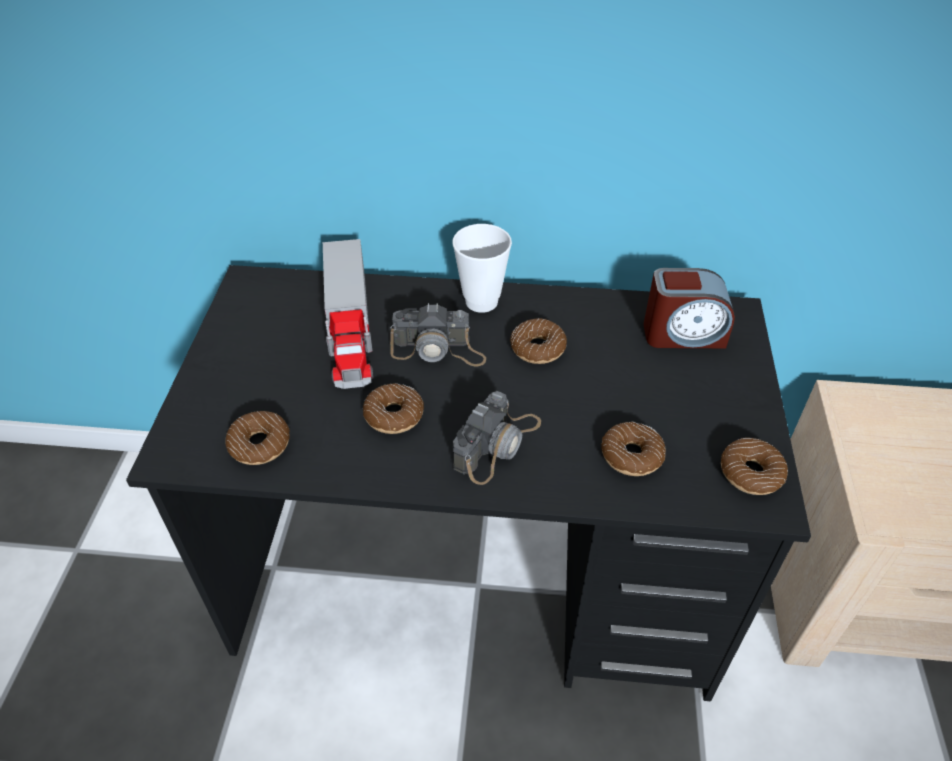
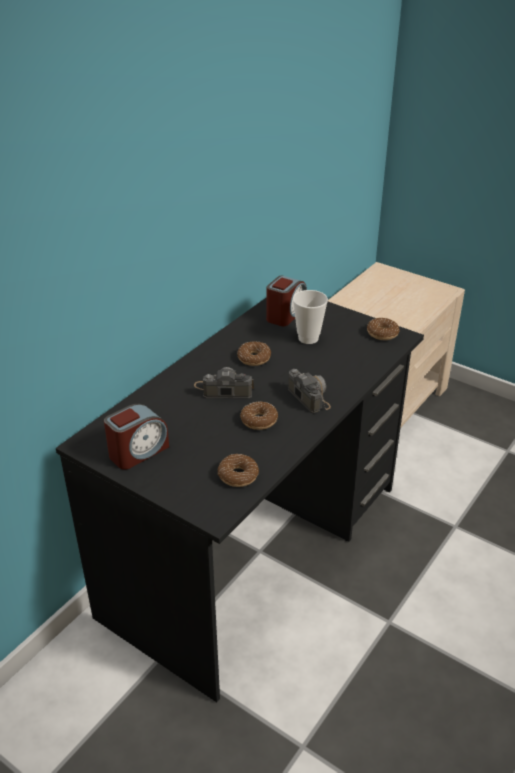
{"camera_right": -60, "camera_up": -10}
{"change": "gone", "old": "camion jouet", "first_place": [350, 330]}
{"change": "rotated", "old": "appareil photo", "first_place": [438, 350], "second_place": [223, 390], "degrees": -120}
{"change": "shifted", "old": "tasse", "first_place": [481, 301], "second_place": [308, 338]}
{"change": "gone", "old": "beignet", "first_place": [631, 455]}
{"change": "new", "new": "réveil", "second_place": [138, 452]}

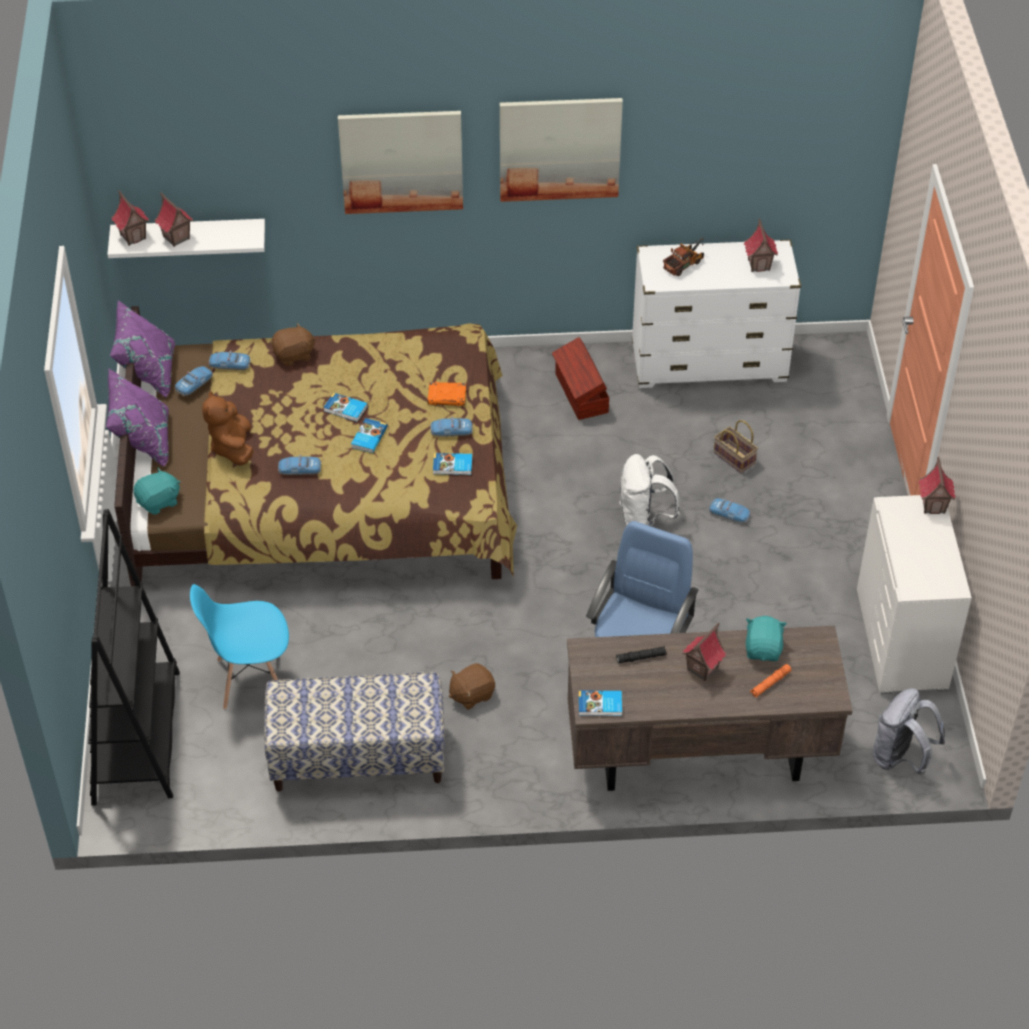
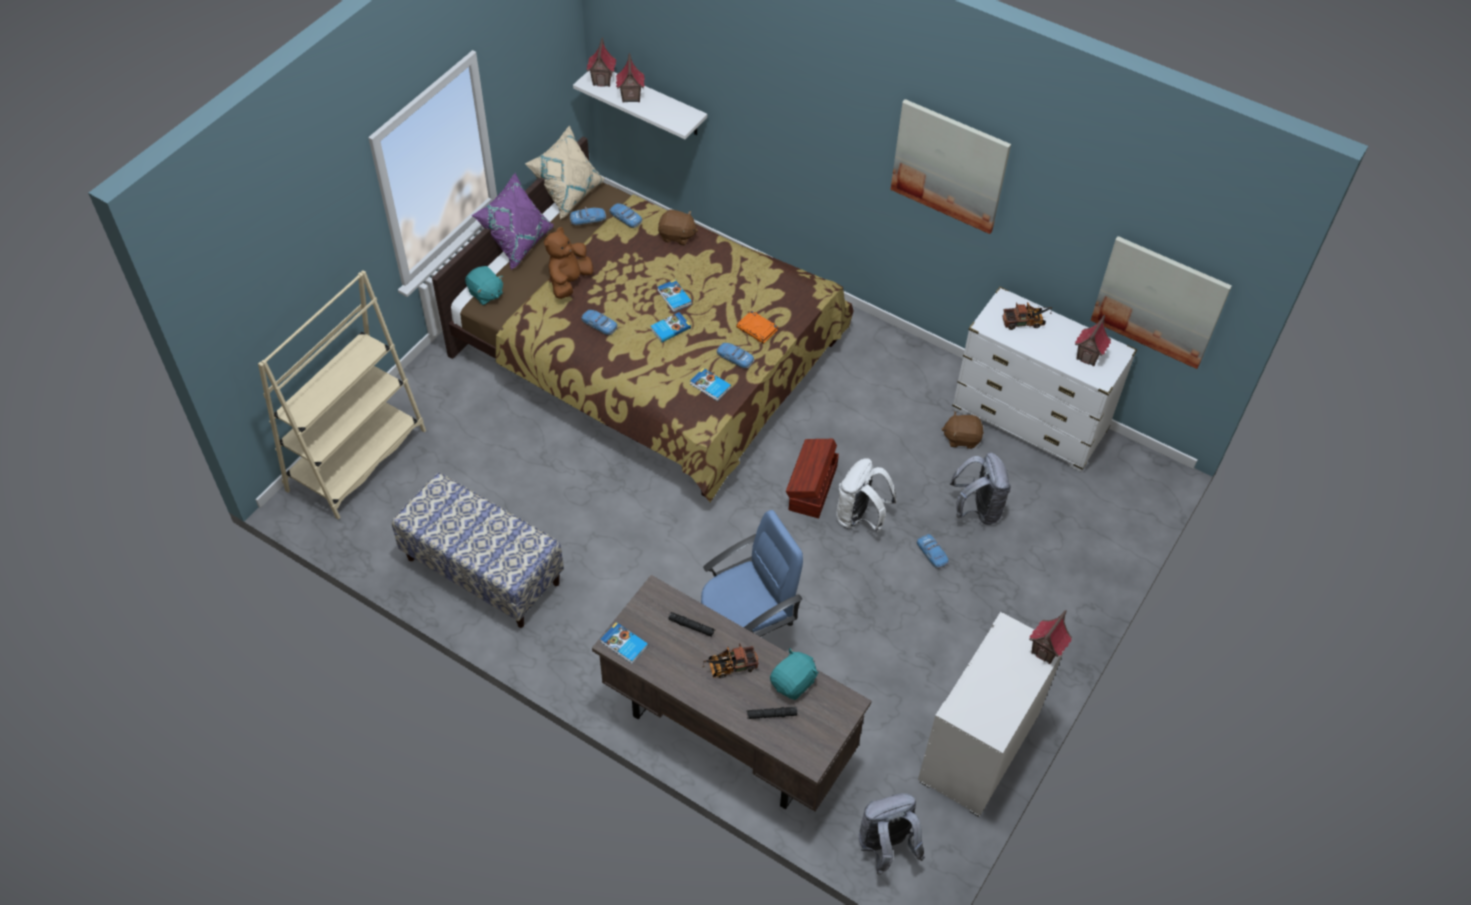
{"camera_right": 35, "camera_up": 5}
{"change": "repainted", "old": "bibliothèque/noir", "new": "bibliothèque/beige", "first_place": [137, 737], "second_place": [357, 460]}
{"change": "repainted", "old": "coussin/violet", "new": "coussin/beige", "first_place": [147, 371], "second_place": [568, 193]}
{"change": "rotated", "old": "peluche/turquoise", "first_place": [159, 502], "second_place": [485, 294], "degrees": 45}
{"change": "gone", "old": "chaise/bleu", "first_place": [250, 679]}
{"change": "shifted", "old": "tableau", "first_place": [401, 161], "second_place": [1159, 301]}
{"change": "shifted", "old": "peluche/marron", "first_place": [471, 694], "second_place": [961, 438]}
{"change": "shifted", "old": "boîte de rangement/marron", "first_place": [580, 394], "second_place": [811, 488]}
{"change": "swapped", "old": "maison miniature", "new": "camion jouet", "first_place": [702, 669], "second_place": [729, 667]}
{"change": "swapped", "old": "panier", "new": "sac à dos/gris", "first_place": [733, 458], "second_place": [977, 509]}
{"change": "repainted", "old": "lampe de poche/orange", "new": "lampe de poche/noir", "first_place": [770, 683], "second_place": [771, 715]}

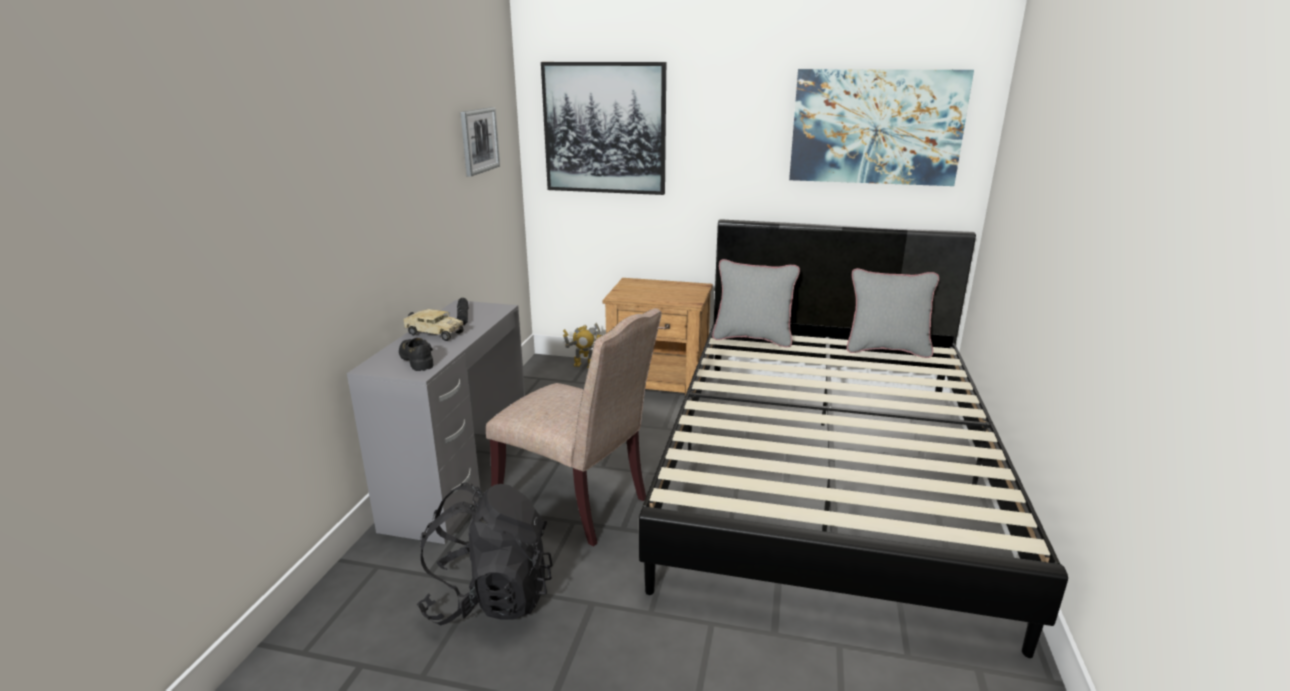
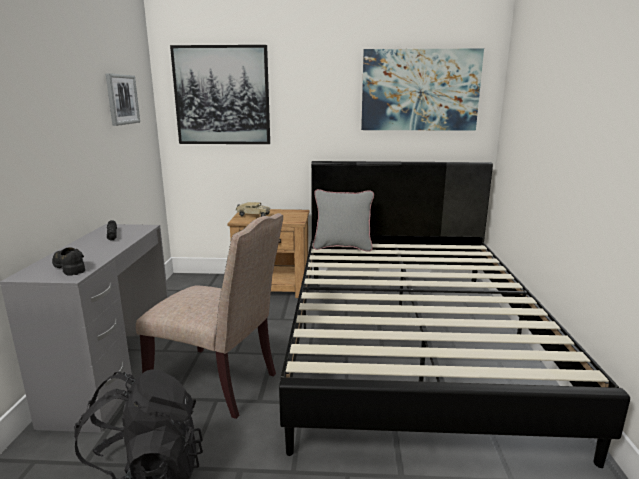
{"camera_right": -10, "camera_up": -5}
{"change": "shifted", "old": "camion jouet", "first_place": [433, 334], "second_place": [252, 215]}
{"change": "gone", "old": "robot jouet", "first_place": [584, 365]}
{"change": "gone", "old": "coussin/gris", "first_place": [886, 350]}

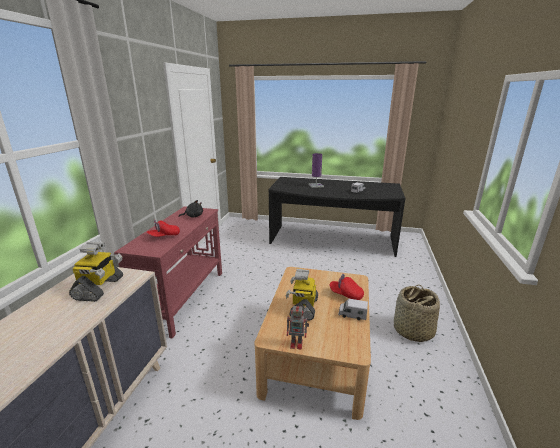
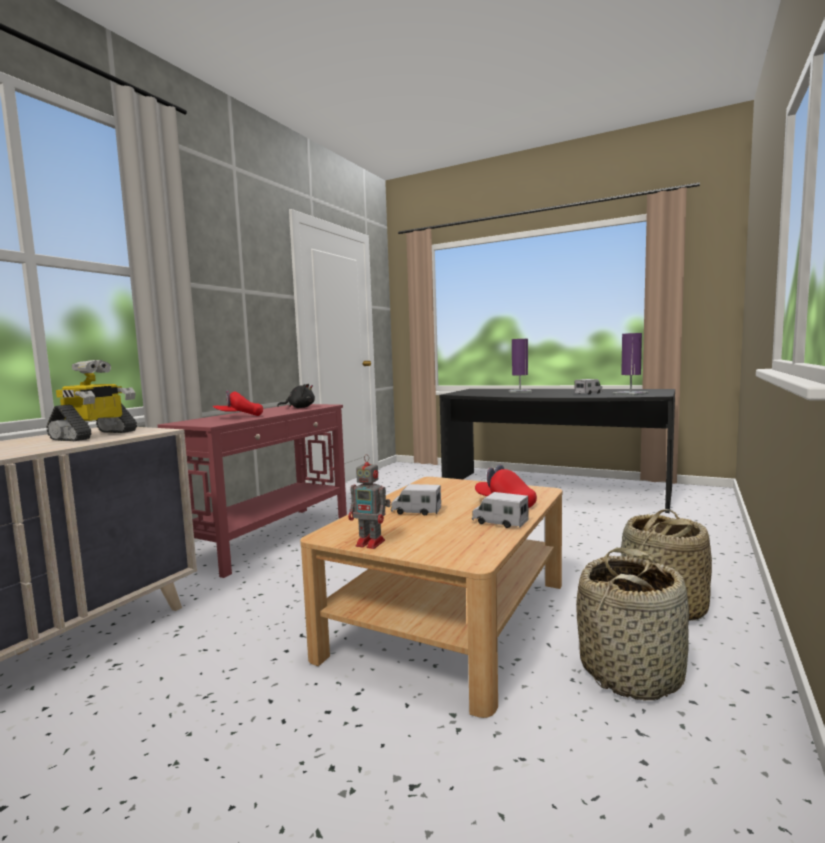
{"camera_right": 15, "camera_up": -15}
{"change": "swapped", "old": "robot jouet", "new": "camion jouet", "first_place": [303, 307], "second_place": [416, 511]}
{"change": "new", "new": "panier", "second_place": [631, 671]}
{"change": "new", "new": "lampe de table/violet", "second_place": [630, 394]}

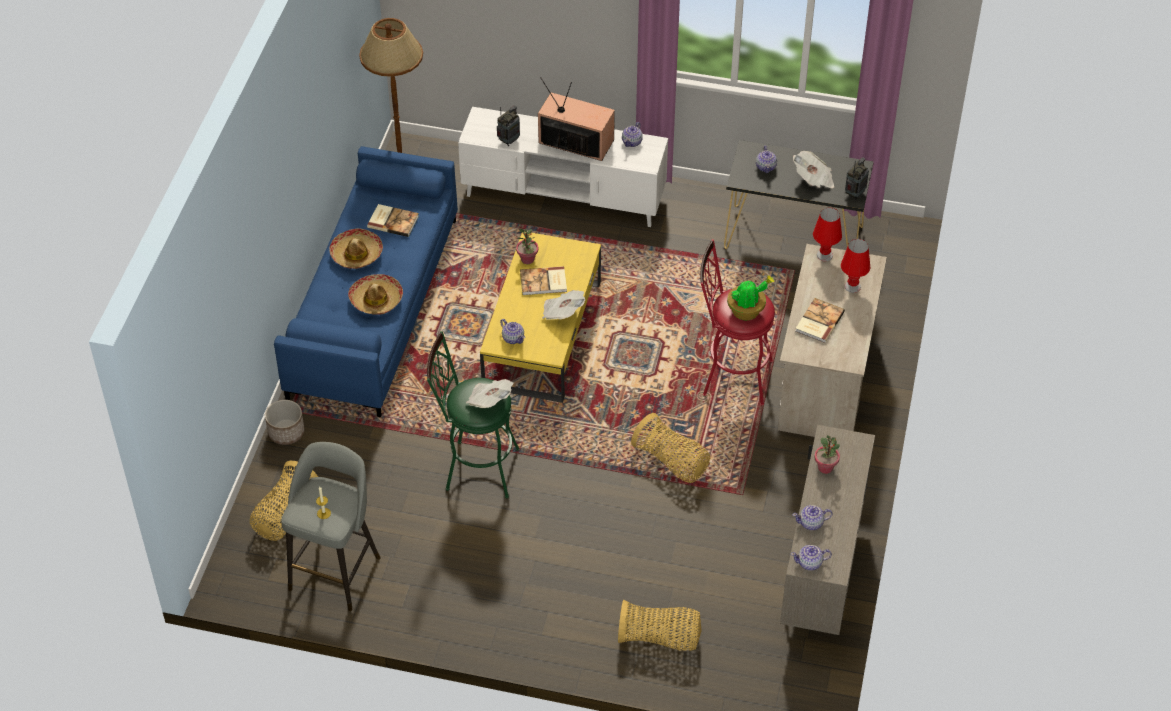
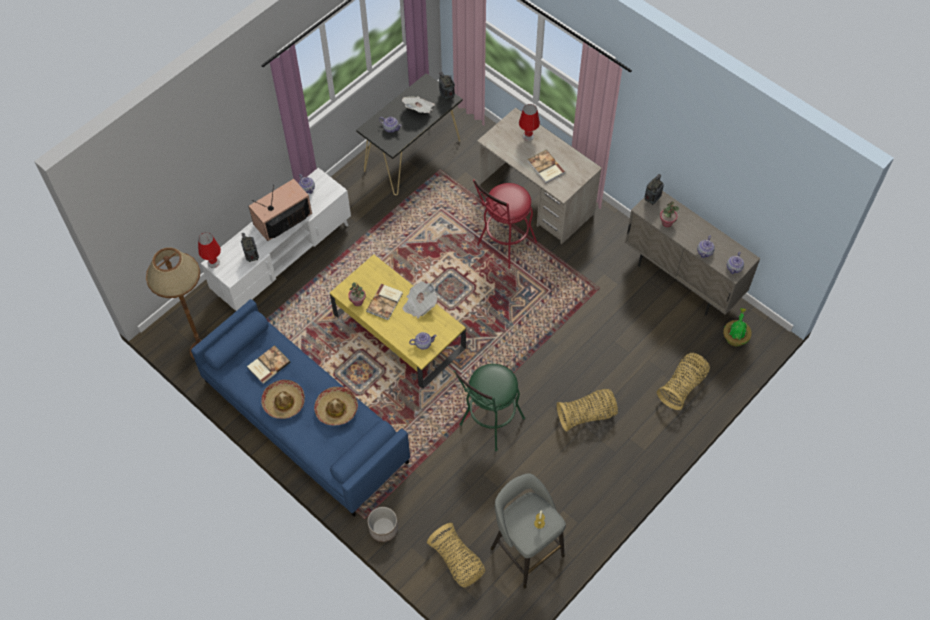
{"camera_right": -60, "camera_up": 10}
{"change": "gone", "old": "journal", "first_place": [489, 401]}
{"change": "shifted", "old": "panier", "first_place": [671, 462], "second_place": [587, 415]}
{"change": "shifted", "old": "plante en pot", "first_place": [747, 311], "second_place": [735, 337]}
{"change": "shifted", "old": "lampe de table/rouge", "first_place": [824, 255], "second_place": [213, 263]}
{"change": "new", "new": "radio", "second_place": [652, 200]}

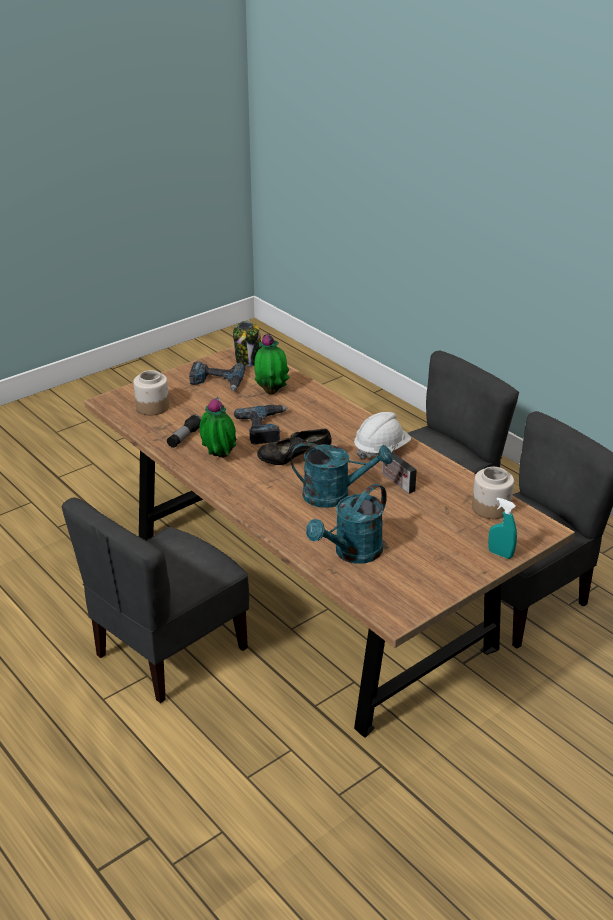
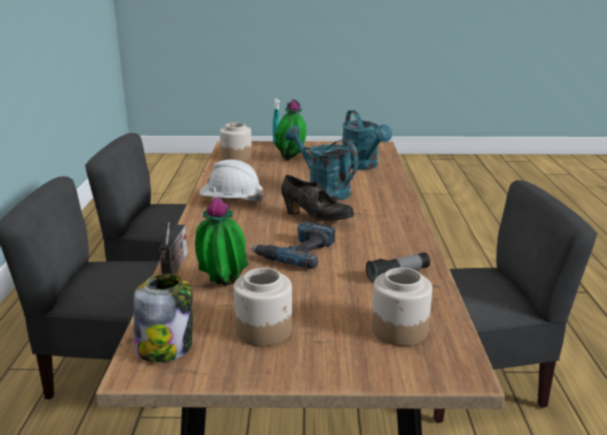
{"camera_right": -140, "camera_up": -10}
{"change": "swapped", "old": "perceuse", "new": "bocal", "first_place": [217, 382], "second_place": [264, 330]}
{"change": "shifted", "old": "plante en pot", "first_place": [218, 458], "second_place": [291, 160]}
{"change": "rotated", "old": "arrosoir/turquoise", "first_place": [352, 553], "second_place": [363, 166], "degrees": 75}
{"change": "shifted", "old": "radio", "first_place": [396, 481], "second_place": [175, 267]}

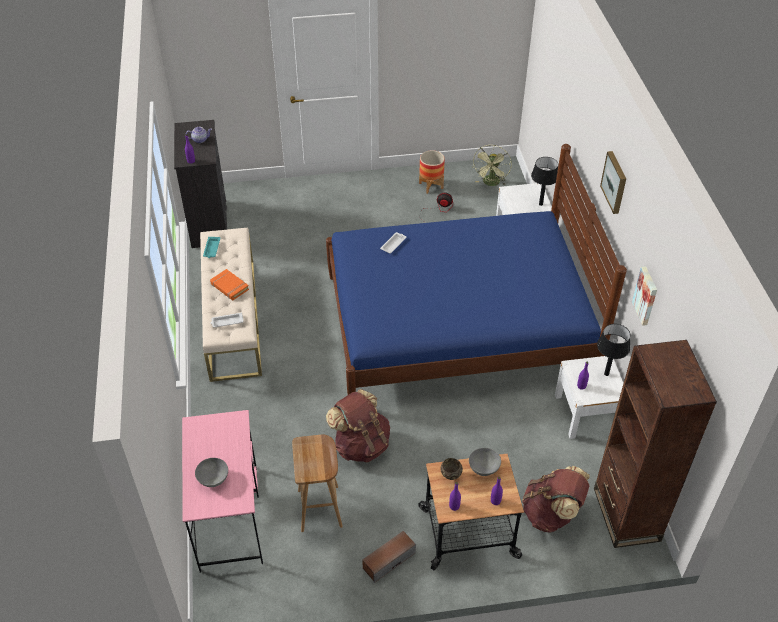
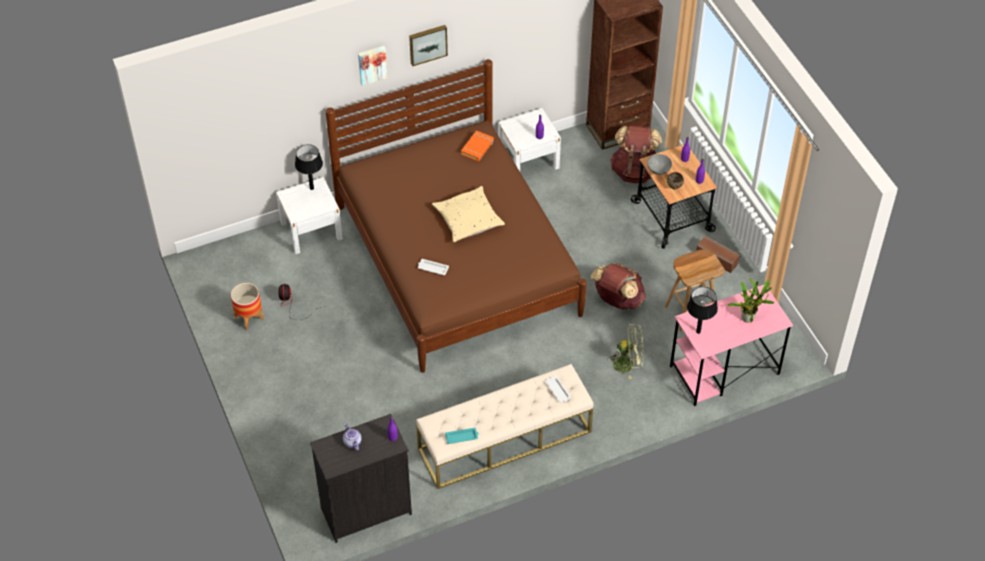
{"camera_right": -105, "camera_up": 5}
{"change": "swapped", "old": "bol/gris", "new": "plante en pot", "first_place": [213, 478], "second_place": [749, 317]}
{"change": "shifted", "old": "livre/orange", "first_place": [229, 287], "second_place": [477, 148]}
{"change": "repainted", "old": "lit/bleu", "new": "lit/marron", "first_place": [457, 326], "second_place": [457, 260]}
{"change": "shifted", "old": "ventilateur/vert", "first_place": [491, 183], "second_place": [628, 364]}
{"change": "shifted", "old": "lampe de table/noir", "first_place": [606, 374], "second_place": [698, 331]}
{"change": "shifted", "old": "tableau", "first_place": [646, 295], "second_place": [372, 64]}
{"change": "new", "new": "coussin/beige", "second_place": [468, 219]}

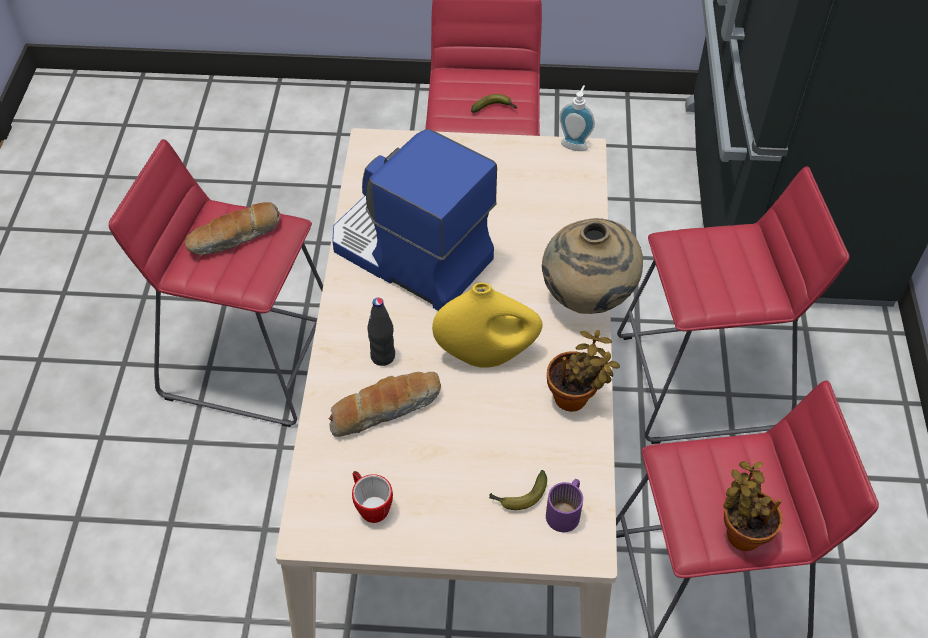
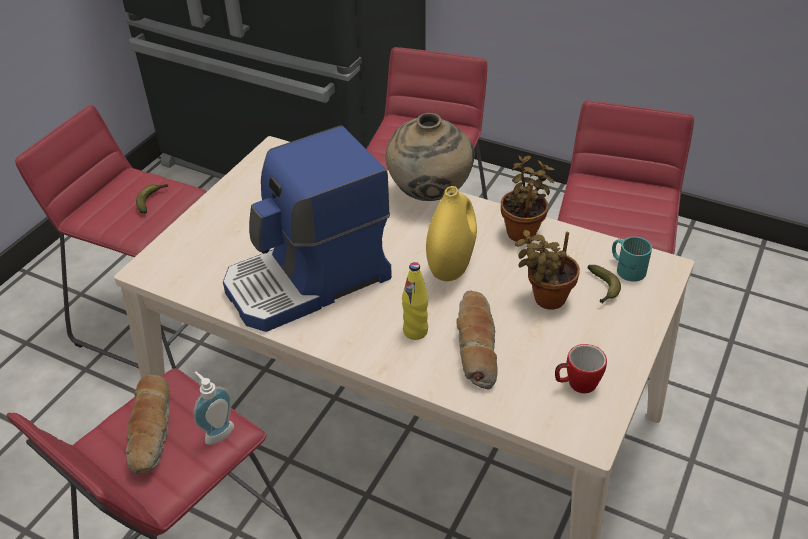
{"camera_right": -65, "camera_up": -10}
{"change": "repainted", "old": "bouteille/noir", "new": "bouteille/jaune", "first_place": [383, 356], "second_place": [415, 331]}
{"change": "repainted", "old": "mug/violet", "new": "mug/turquoise", "first_place": [567, 511], "second_place": [627, 267]}
{"change": "shifted", "old": "distributeur de savon", "first_place": [575, 143], "second_place": [217, 432]}
{"change": "shifted", "old": "plante en pot", "first_place": [741, 532], "second_place": [545, 298]}

